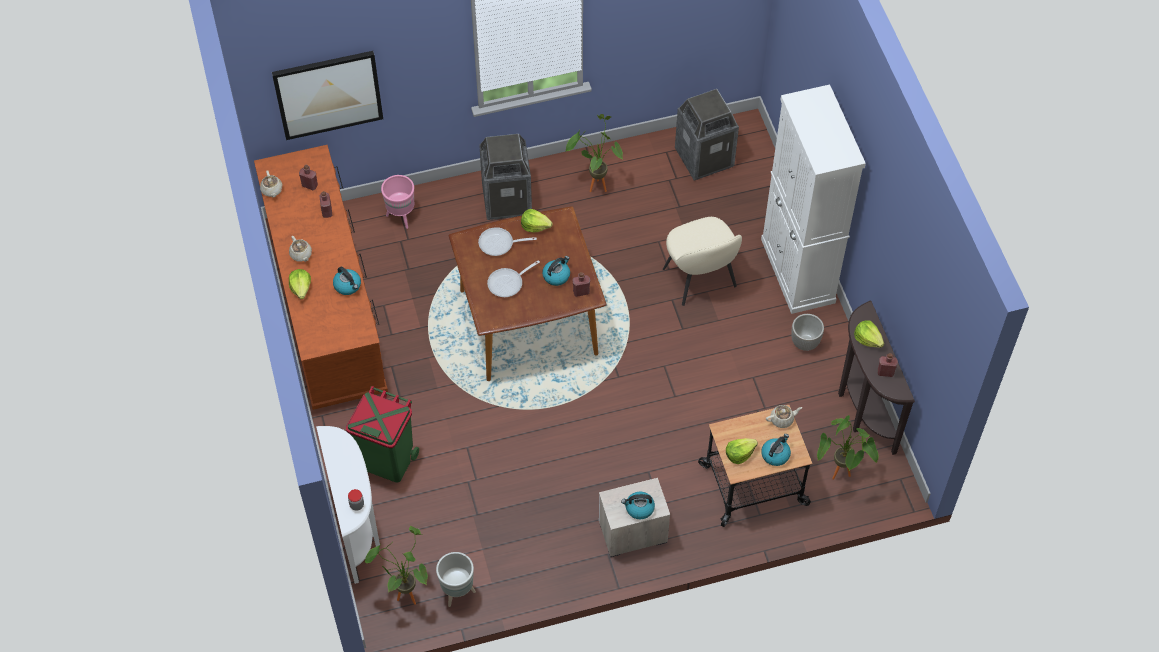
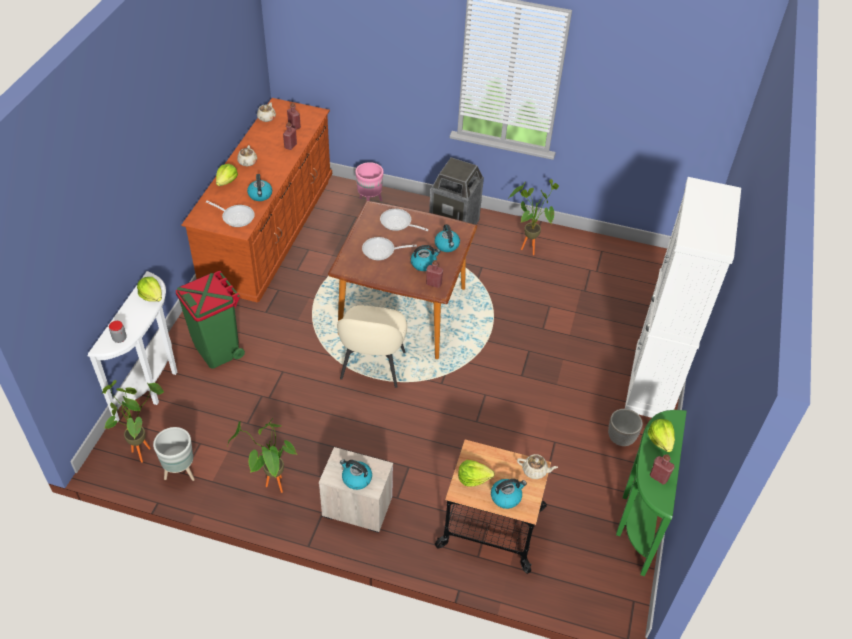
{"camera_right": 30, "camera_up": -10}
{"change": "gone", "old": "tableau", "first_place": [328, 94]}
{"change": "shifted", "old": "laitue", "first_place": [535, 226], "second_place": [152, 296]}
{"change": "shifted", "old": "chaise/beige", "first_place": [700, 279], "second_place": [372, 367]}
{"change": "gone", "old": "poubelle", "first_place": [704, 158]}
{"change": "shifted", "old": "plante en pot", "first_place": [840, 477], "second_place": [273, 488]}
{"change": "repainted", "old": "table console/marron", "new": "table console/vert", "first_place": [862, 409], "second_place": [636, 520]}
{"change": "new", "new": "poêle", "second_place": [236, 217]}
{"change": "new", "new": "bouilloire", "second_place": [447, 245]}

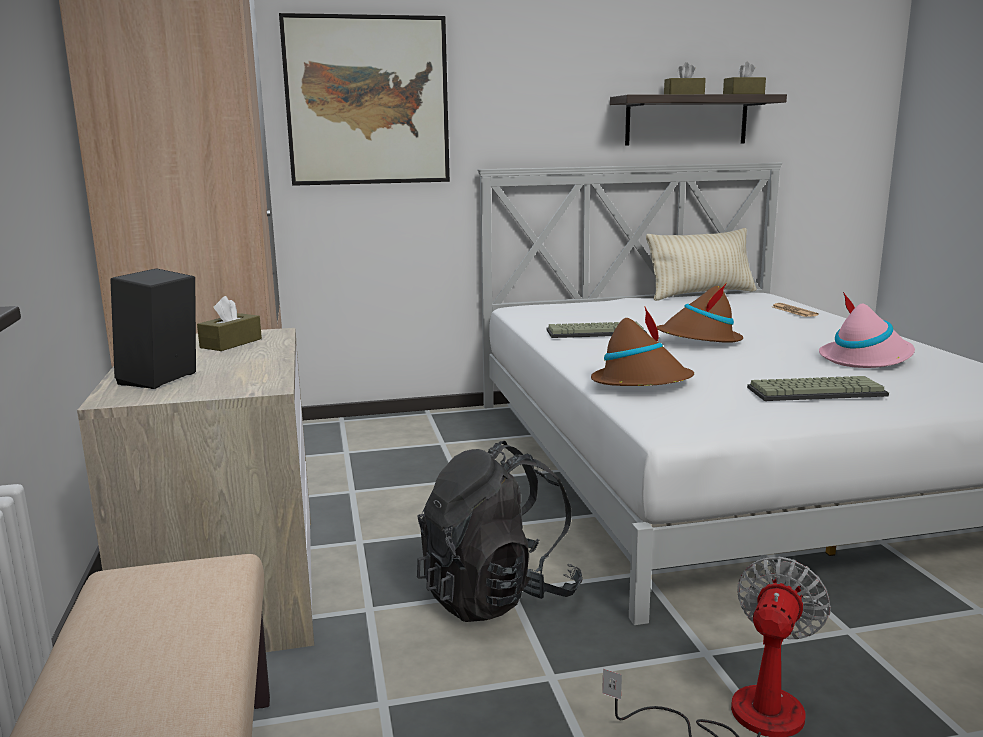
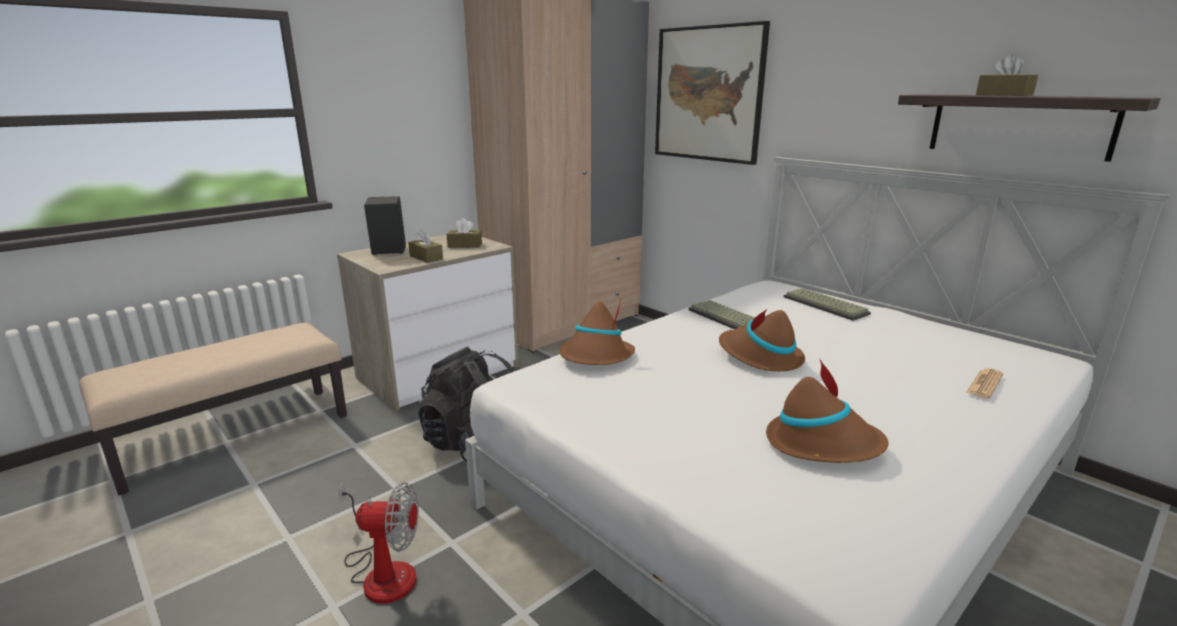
{"camera_right": 60, "camera_up": 5}
{"change": "gone", "old": "coussin/beige", "first_place": [701, 294]}
{"change": "shifted", "old": "boîte à mouchoirs/marron", "first_place": [743, 94], "second_place": [426, 257]}
{"change": "shifted", "old": "clavier", "first_place": [816, 391], "second_place": [827, 305]}
{"change": "repainted", "old": "chapeau/rose", "new": "chapeau/marron", "first_place": [866, 359], "second_place": [822, 444]}

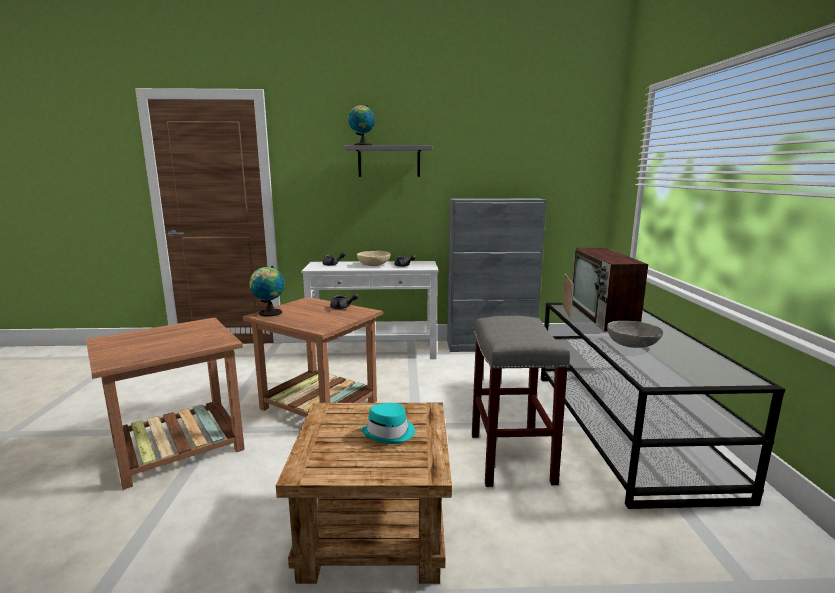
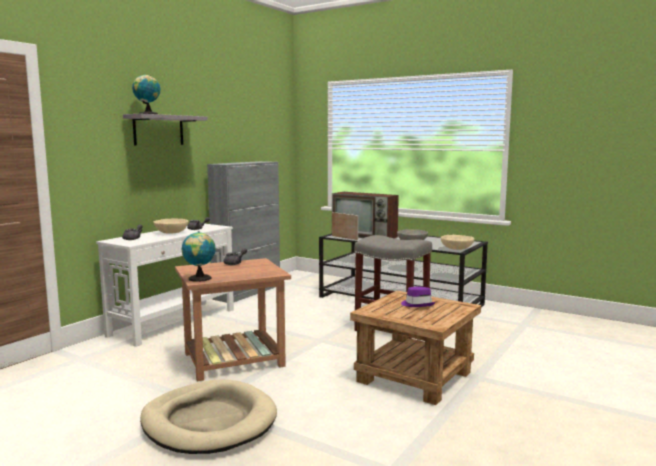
{"camera_right": -55, "camera_up": -5}
{"change": "swapped", "old": "table d'appoint/marron", "new": "panier pour chien/beige", "first_place": [180, 446], "second_place": [209, 422]}
{"change": "repainted", "old": "chapeau/turquoise", "new": "chapeau/violet", "first_place": [389, 433], "second_place": [417, 304]}
{"change": "new", "new": "bol/beige", "second_place": [456, 249]}

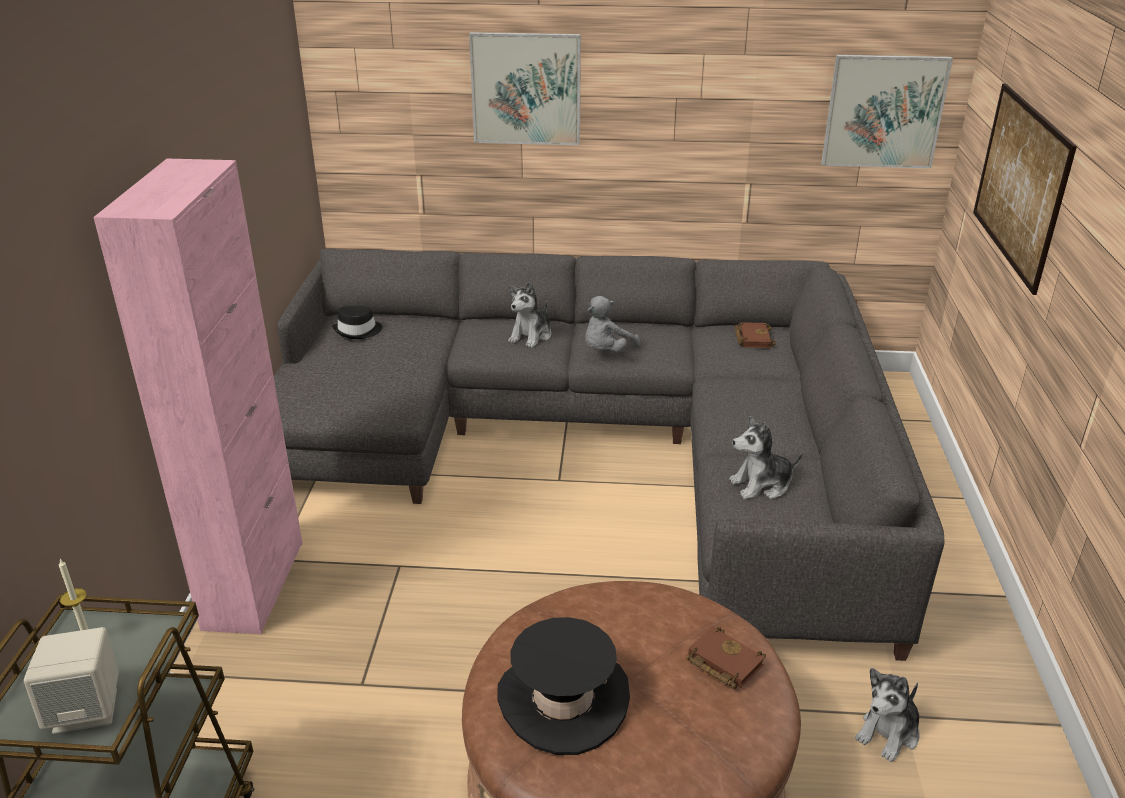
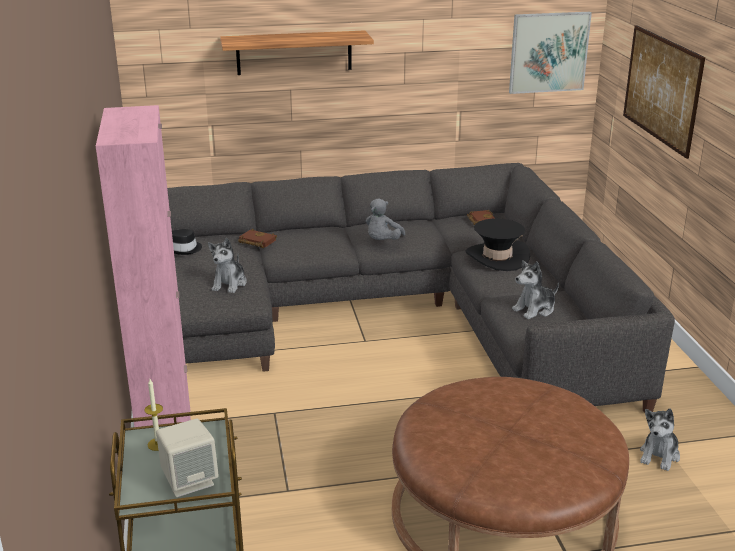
{"camera_right": -15, "camera_up": -5}
{"change": "swapped", "old": "tableau", "new": "étagère", "first_place": [526, 89], "second_place": [294, 52]}
{"change": "shifted", "old": "chapeau/noir", "first_place": [563, 701], "second_place": [497, 257]}
{"change": "shifted", "old": "peluche", "first_place": [531, 336], "second_place": [229, 284]}
{"change": "shifted", "old": "livre/marron", "first_place": [722, 662], "second_place": [256, 242]}

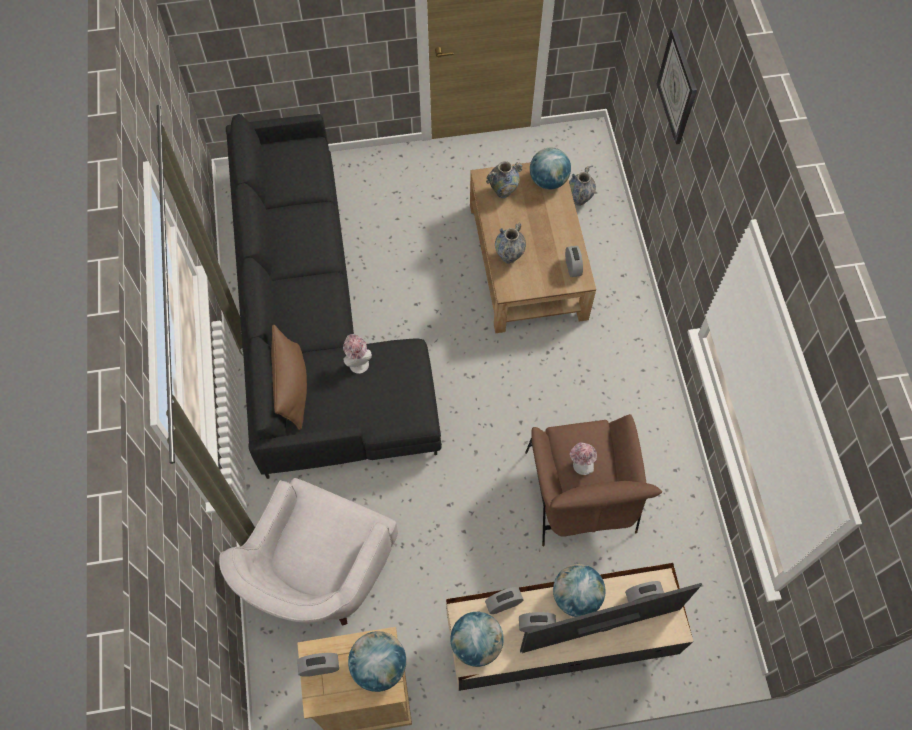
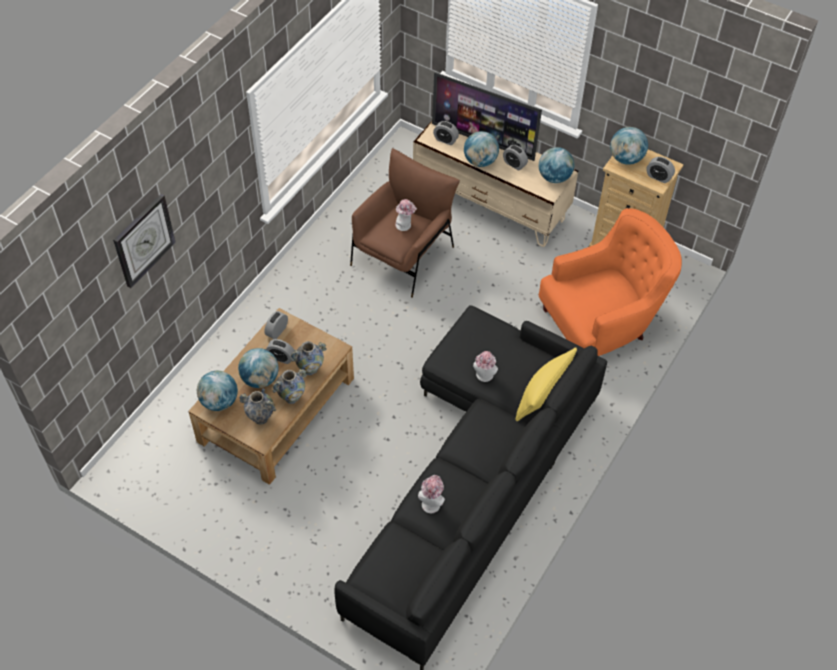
{"camera_right": -140, "camera_up": -10}
{"change": "repainted", "old": "fauteuil/blanc", "new": "fauteuil/orange", "first_place": [321, 574], "second_place": [601, 322]}
{"change": "repainted", "old": "coussin/marron", "new": "coussin/jaune", "first_place": [292, 387], "second_place": [543, 395]}
{"change": "shifted", "old": "réveil", "first_place": [503, 603], "second_place": [281, 357]}
{"change": "shifted", "old": "vase", "first_place": [579, 200], "second_place": [292, 397]}
{"change": "new", "new": "globe", "second_place": [260, 379]}
{"change": "new", "new": "chapeau", "second_place": [431, 502]}

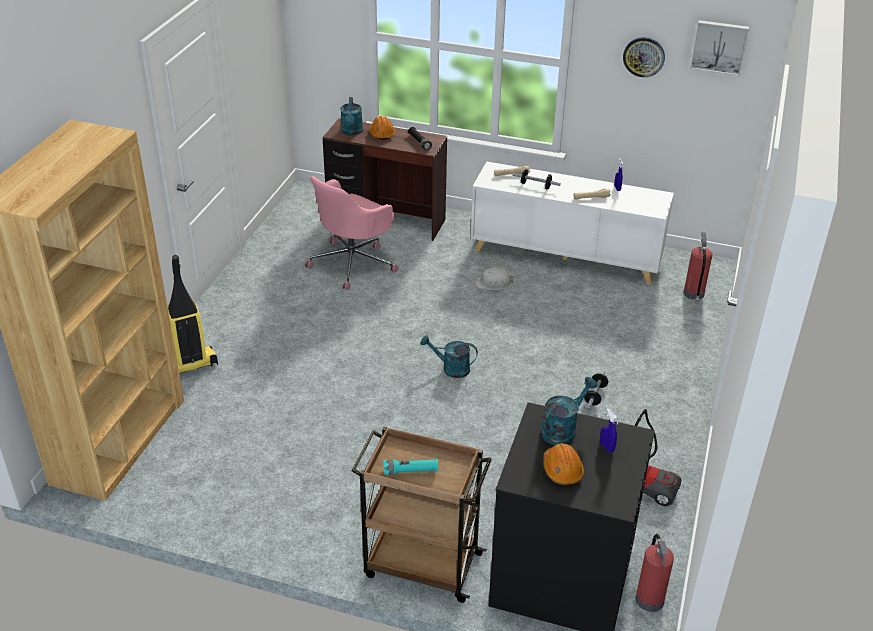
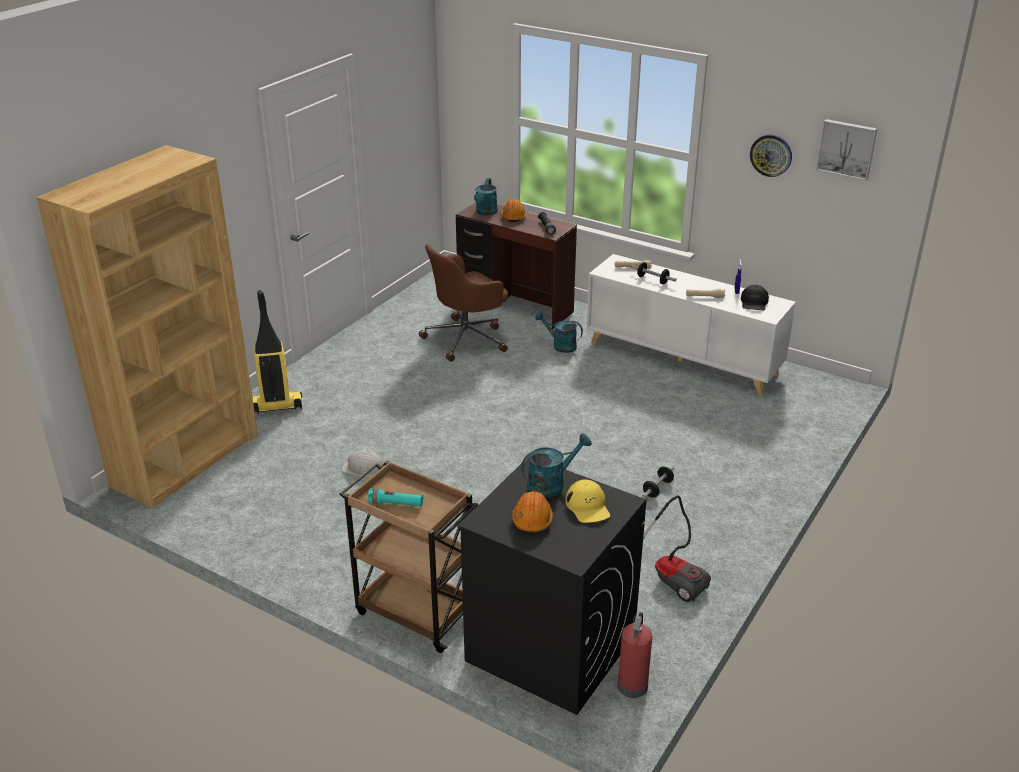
{"camera_right": 15, "camera_up": -5}
{"change": "repainted", "old": "chaise de bureau/rose", "new": "chaise de bureau/marron", "first_place": [353, 262], "second_place": [467, 339]}
{"change": "shifted", "old": "arrosoir/turquoise", "first_place": [451, 369], "second_place": [560, 345]}
{"change": "shifted", "old": "casque de chantier/blanc", "first_place": [493, 283], "second_place": [364, 468]}
{"change": "swapped", "old": "vaporisateur/bleu", "new": "casquette/jaune", "first_place": [606, 447], "second_place": [588, 506]}
{"change": "gone", "old": "extincteur", "first_place": [694, 294]}
{"change": "new", "new": "casquette/noir", "second_place": [754, 302]}

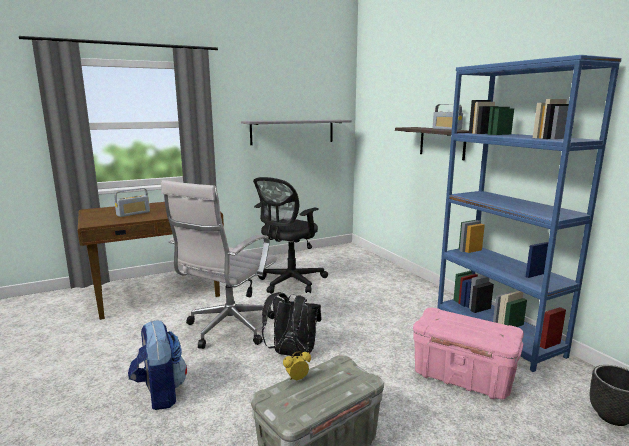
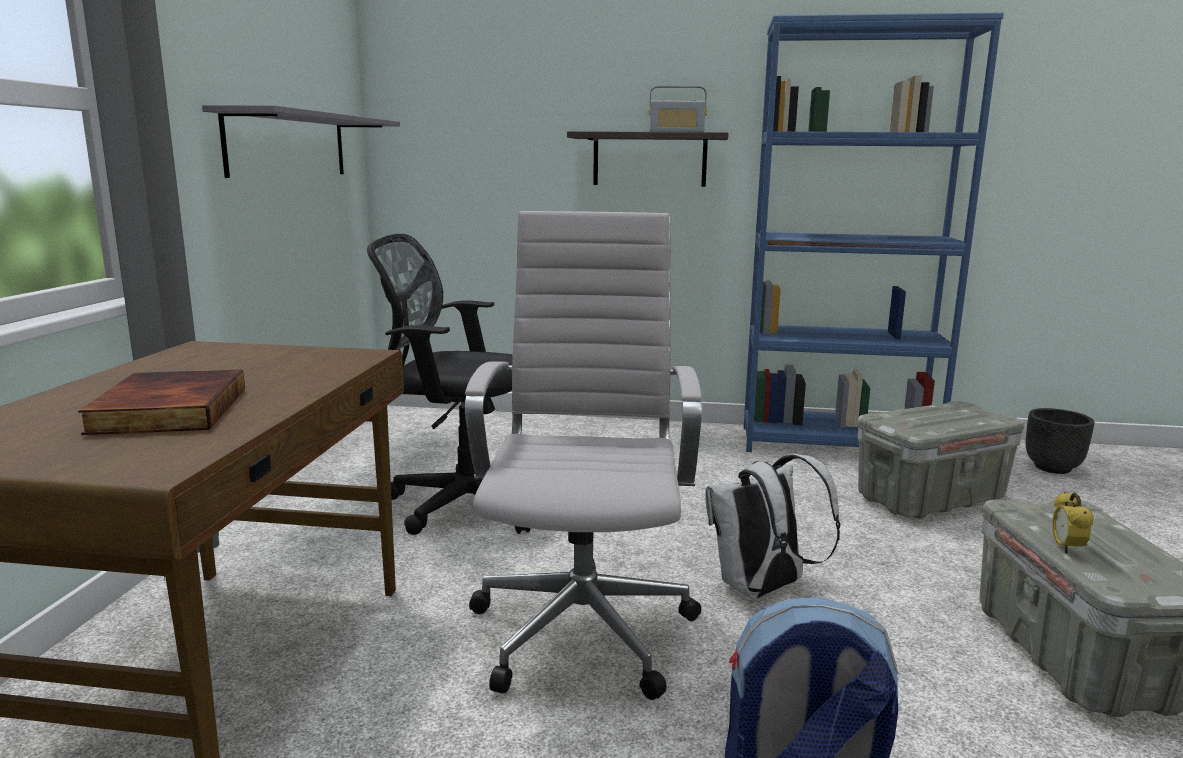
{"camera_right": -55, "camera_up": 0}
{"change": "swapped", "old": "radio", "new": "livre", "first_place": [133, 213], "second_place": [167, 410]}
{"change": "rotated", "old": "chaise de bureau/blanc", "first_place": [227, 329], "second_place": [583, 626], "degrees": -150}
{"change": "rotated", "old": "chaise de bureau/noir", "first_place": [289, 282], "second_place": [460, 503], "degrees": 120}
{"change": "repainted", "old": "sac à dos/noir", "new": "sac à dos/blanc", "first_place": [291, 354], "second_place": [761, 590]}
{"change": "repainted", "old": "boîte de rangement/rose", "new": "boîte de rangement/gris", "first_place": [461, 377], "second_place": [930, 500]}

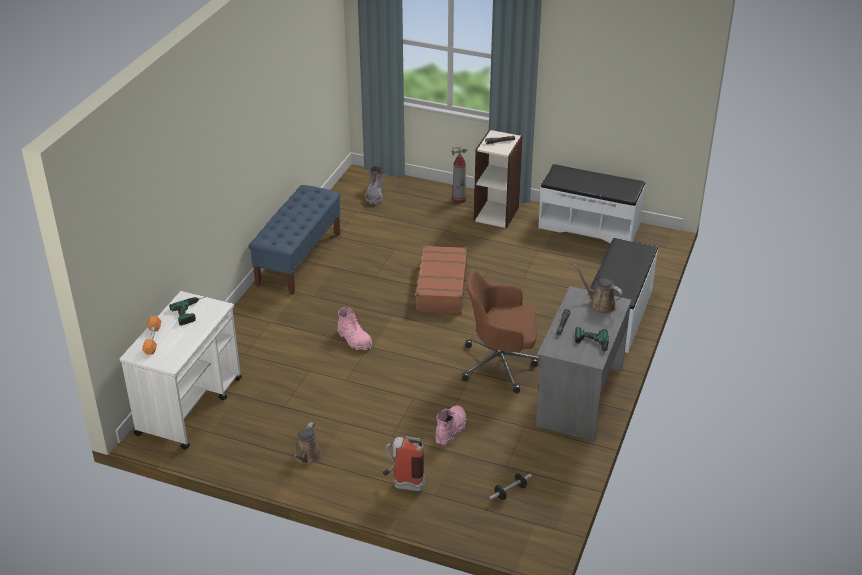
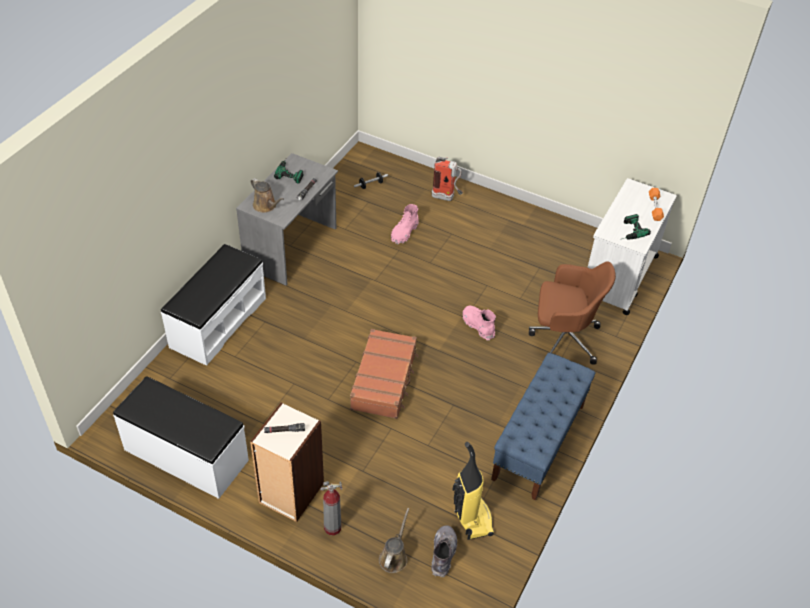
{"camera_right": -175, "camera_up": 10}
{"change": "shifted", "old": "arrosoir/marron", "first_place": [307, 457], "second_place": [394, 557]}
{"change": "shifted", "old": "chaise de bureau/marron", "first_place": [500, 365], "second_place": [562, 338]}
{"change": "new", "new": "aspirateur", "second_place": [471, 517]}

